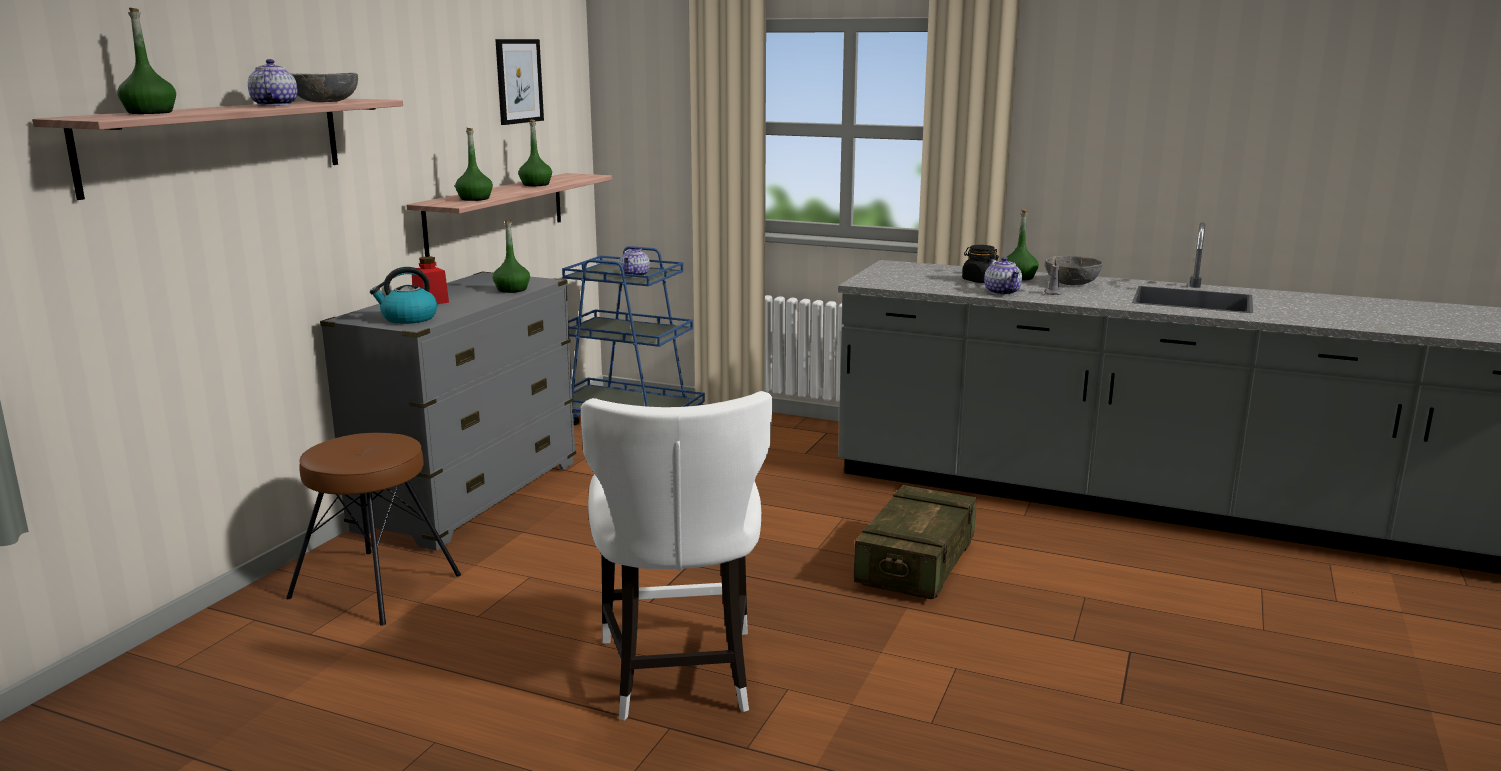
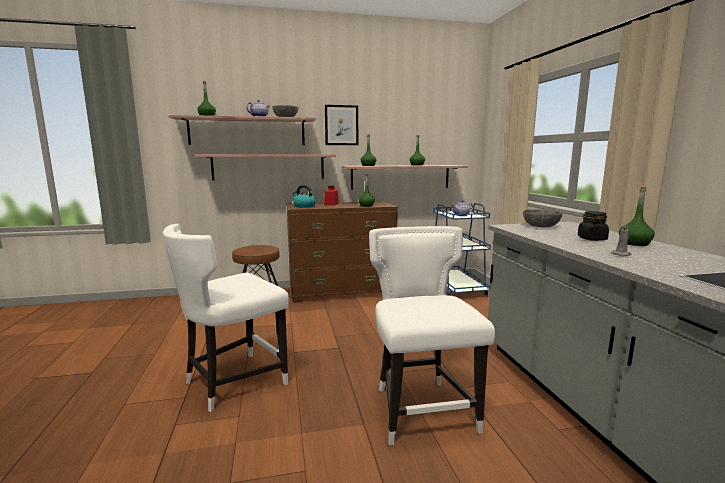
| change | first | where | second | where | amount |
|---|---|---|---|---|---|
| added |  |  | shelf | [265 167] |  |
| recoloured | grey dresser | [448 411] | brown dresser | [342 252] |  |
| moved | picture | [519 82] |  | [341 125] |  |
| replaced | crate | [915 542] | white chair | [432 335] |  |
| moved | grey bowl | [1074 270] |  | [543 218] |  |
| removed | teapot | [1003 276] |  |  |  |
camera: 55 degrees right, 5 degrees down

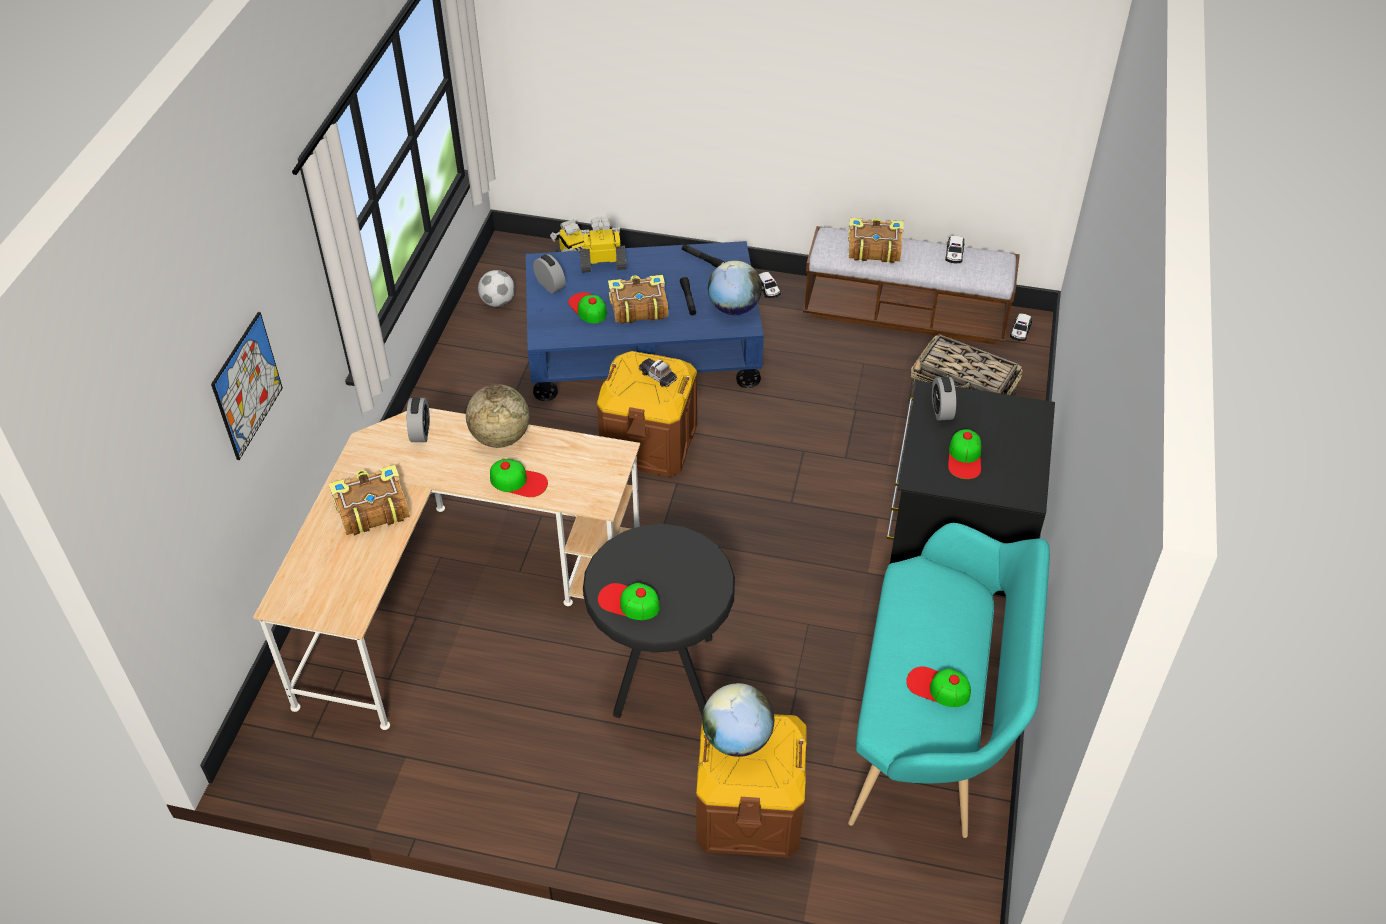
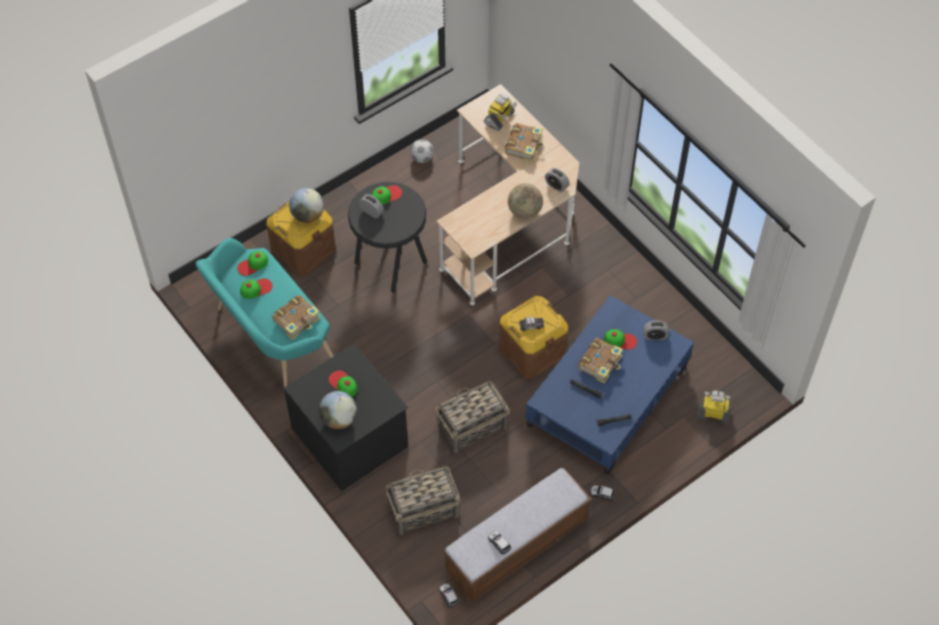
| change | first | where | second | where | amount |
|---|---|---|---|---|---|
| moved | cap | [519 478] |  | [252 263] |  |
| moved | book | [876 240] |  | [296 317] |  |
| moved | globe | [735 288] |  | [338 410] |  |
| moved | alarm clock | [944 399] |  | [371 206] |  |
| moved | football | [496 288] |  | [422 151] |  |
| added |  |  | basket | [472 416] |  |
| moved | toy robot | [603 244] |  | [500 112] |  |
| removed | picture | [247 386] |  |  |  |
camera: 130 degrees right, 10 degrees up

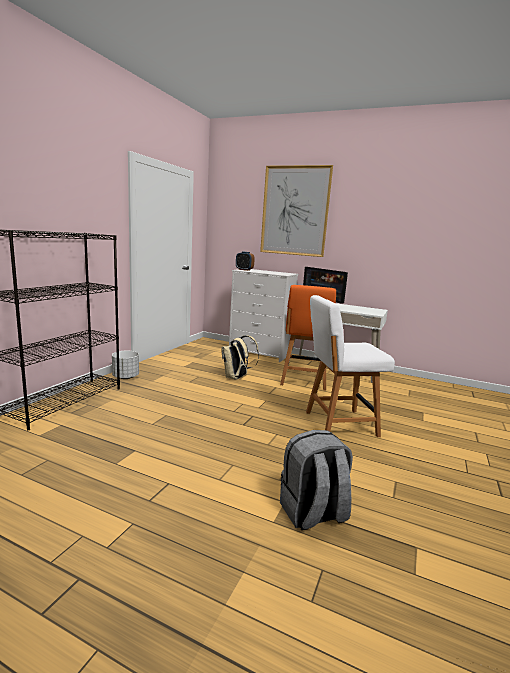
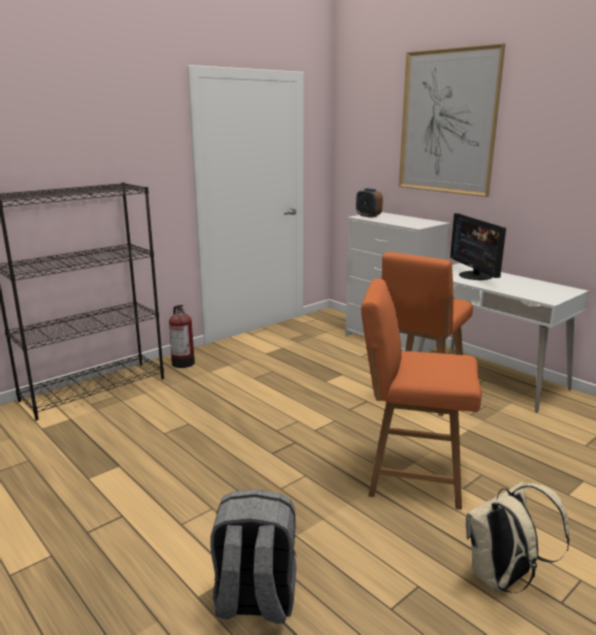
| change | first | where | second | where | amount |
|---|---|---|---|---|---|
| replaced | white planter | [125 365] | fire extinguisher | [182 336] |  |
| recoloured | white chair | [350 366] | orange chair | [421 394] |  |
| moved | beige backpack | [240 357] |  | [518 537] |  |
camera: 25 degrees right, 5 degrees up

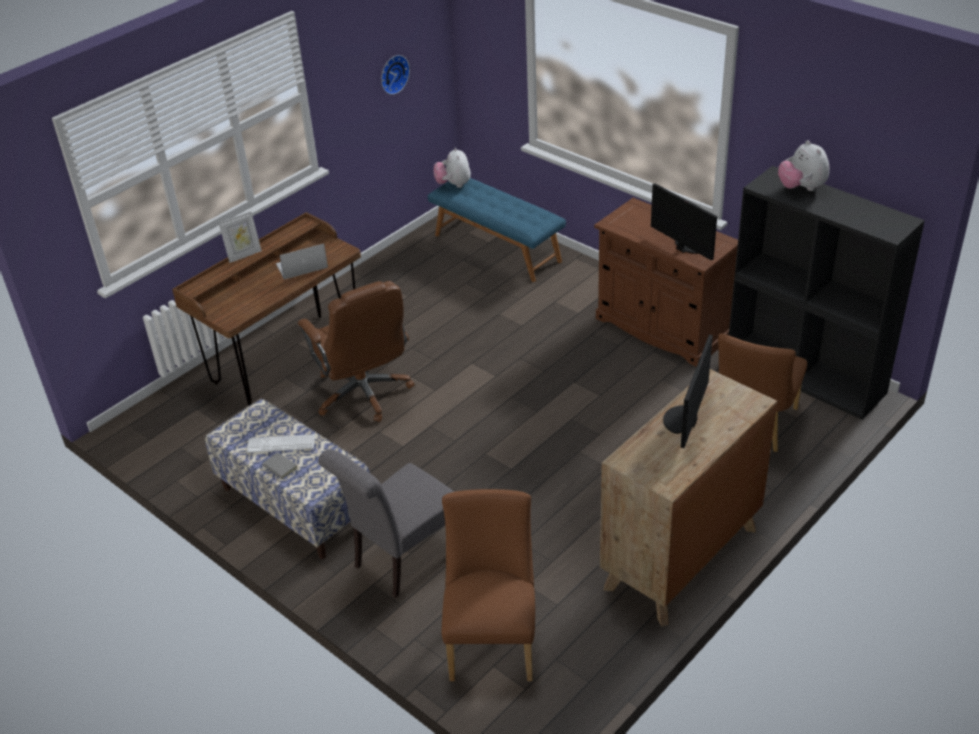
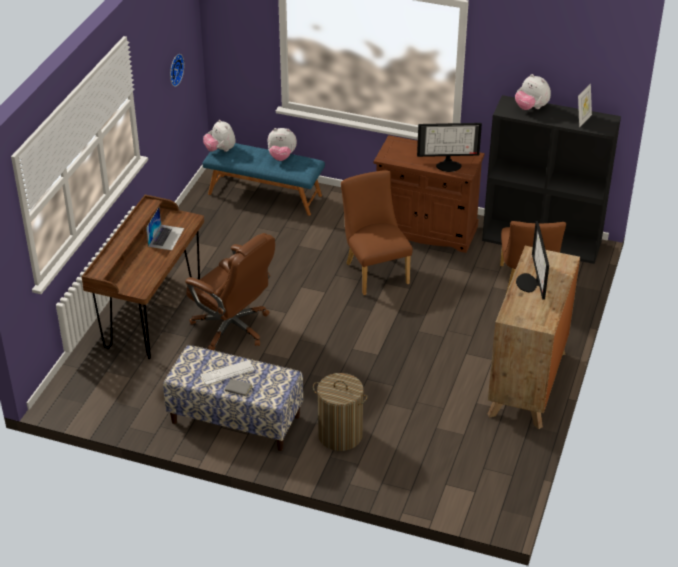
| change | first | where | second | where | amount |
|---|---|---|---|---|---|
| turned | laptop | [302 261] |  | [165 228] | 150 degrees clockwise |
| added |  |  | plush toy | [282 144] |  |
| replaced | grey chair | [386 523] | laundry basket | [340 412] |  |
| moved | brown chair | [488 585] |  | [377 233] |  |
| turned | monitor | [684 221] |  | [449 147] | 150 degrees clockwise |
| moved | picture frame | [240 237] |  | [585 105] |  |
camera: 25 degrees left, 0 degrees up

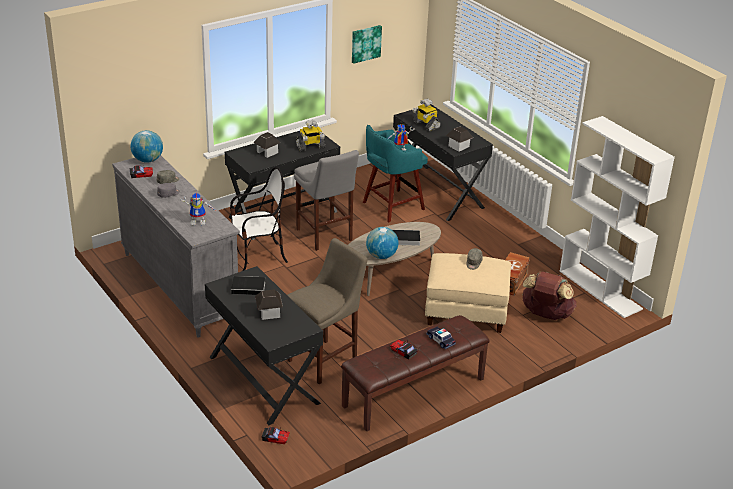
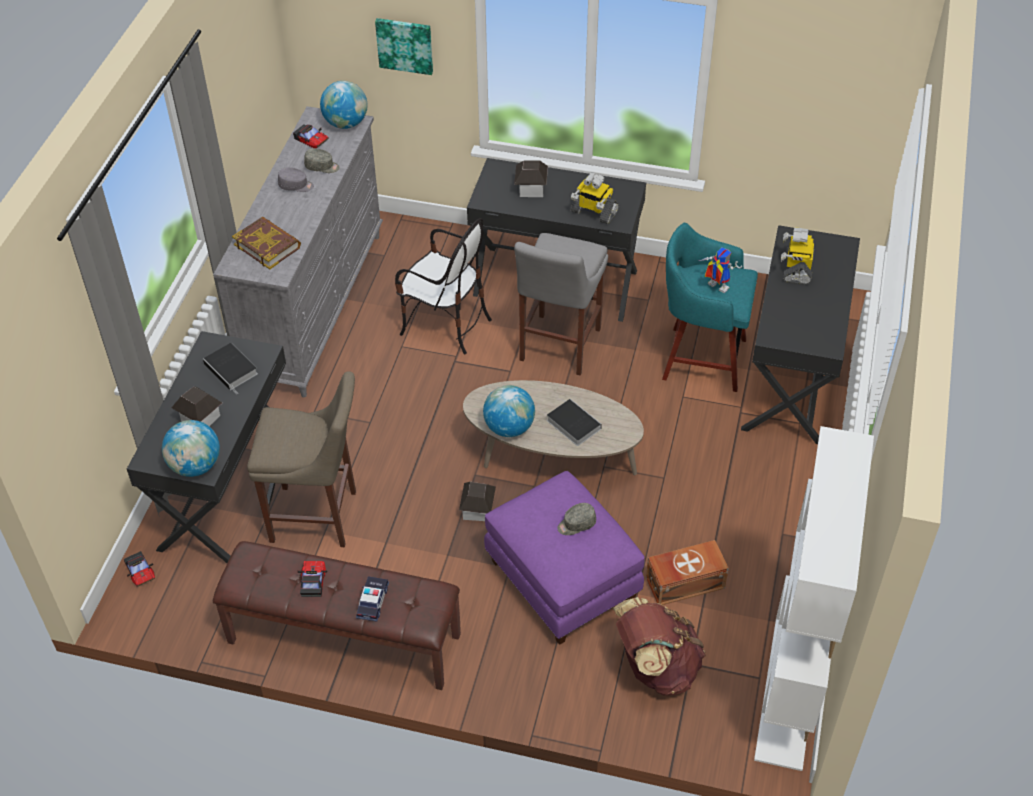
| change | first | where | second | where | amount |
|---|---|---|---|---|---|
| added |  |  | globe | [191 448] |  |
| replaced | toy robot | [197 209] | book | [266 242] |  |
| moved | picture | [367 44] |  | [404 46] |  |
| moved | toy house | [459 139] |  | [477 501] |  |
| recoloured | beige ottoman | [468 293] | purple ottoman | [564 558] |  |
camera: 50 degrees right, 15 degrees up

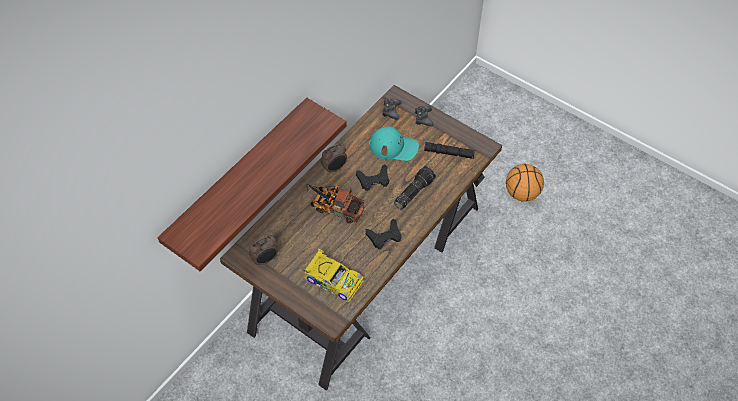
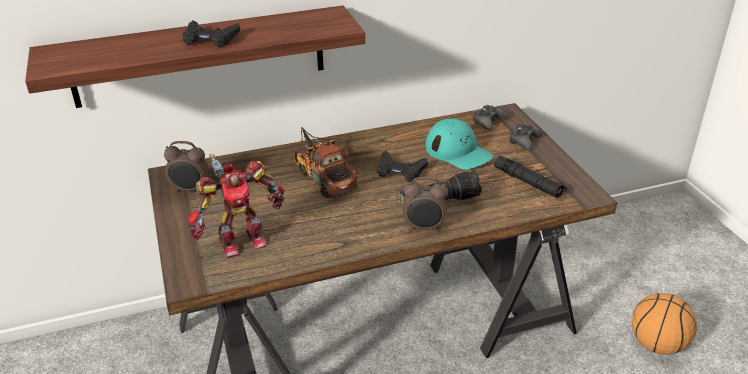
| change | first | where | second | where | amount |
|---|---|---|---|---|---|
| moved | black game controller | [383 234] |  | [211 34] |  |
| replaced | toy car | [333 275] | toy robot | [235 206] |  |
| moved | alarm clock | [333 159] |  | [425 204] |  |
camera: 35 degrees right, 20 degrees down

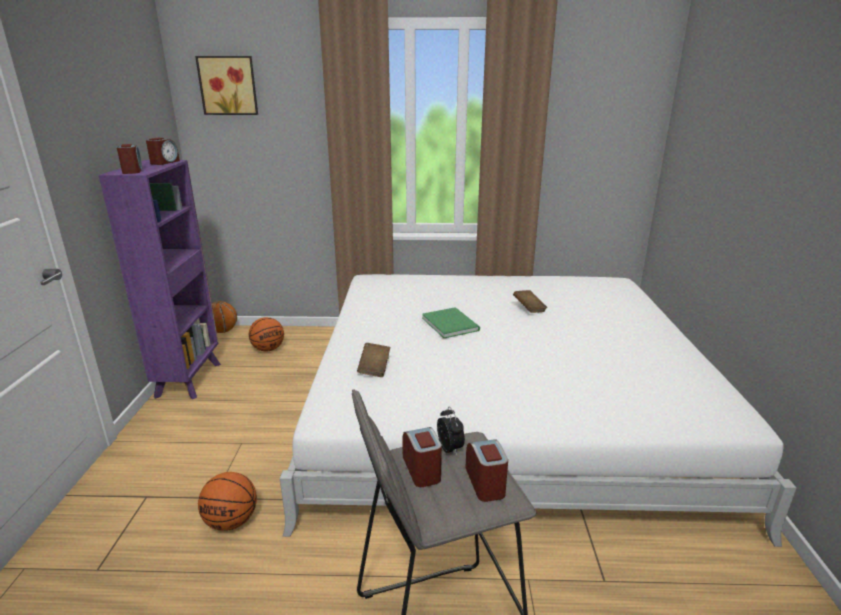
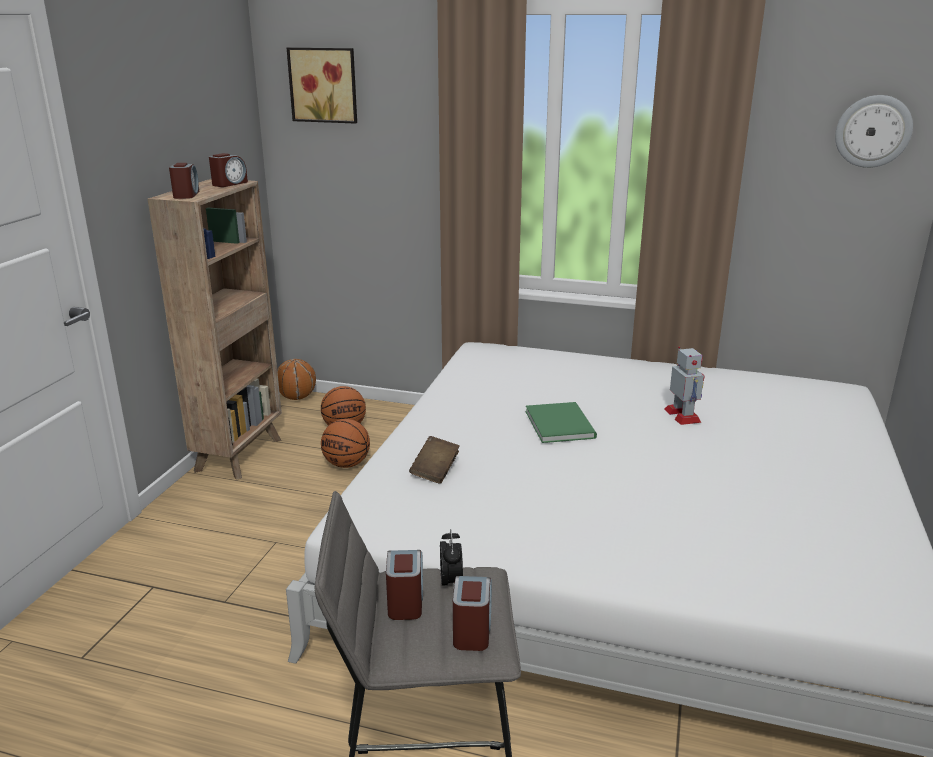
| change | first | where | second | where | amount |
|---|---|---|---|---|---|
| recoloured | purple bookcase | [160 279] | brown bookcase | [215 329] |  |
| moved | basketball | [227 501] |  | [345 443] |  |
| replaced | brown book | [530 301] | toy robot | [685 385] |  |
| added |  |  | wall clock | [874 131] |  |
camera: 15 degrees right, 0 degrees up

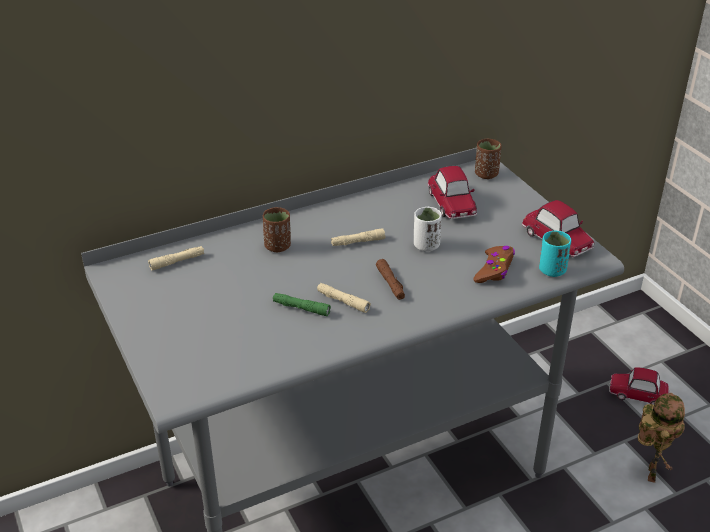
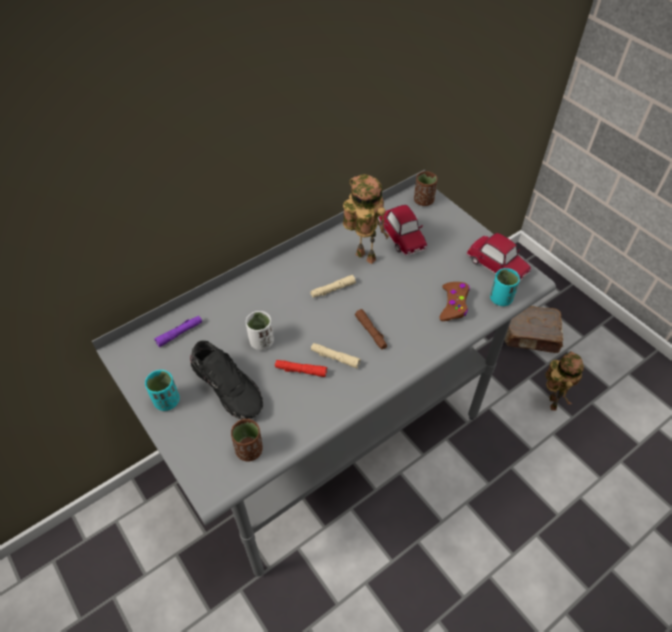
| change | first | where | second | where | amount |
|---|---|---|---|---|---|
| added |  |  | turquoise cup | [162 390] |  |
| recoloured | beige flashlight | [176 258] | purple flashlight | [178 331] |  |
| added |  |  | black shoe | [226 380] |  |
| moved | brown cup | [277 229] |  | [247 440] |  |
| moved | white cup | [428 229] |  | [260 330] |  |
| recoloured | green flashlight | [302 304] | red flashlight | [301 368] |  |
| added |  |  | toy robot | [366 219] |  |
| replaced | toy car | [639 386] | brown book | [533 329] |  |
camera: 10 degrees left, 15 degrees up

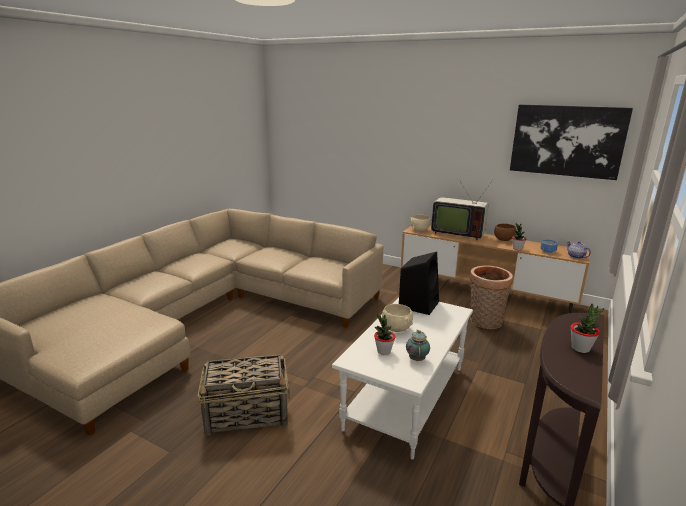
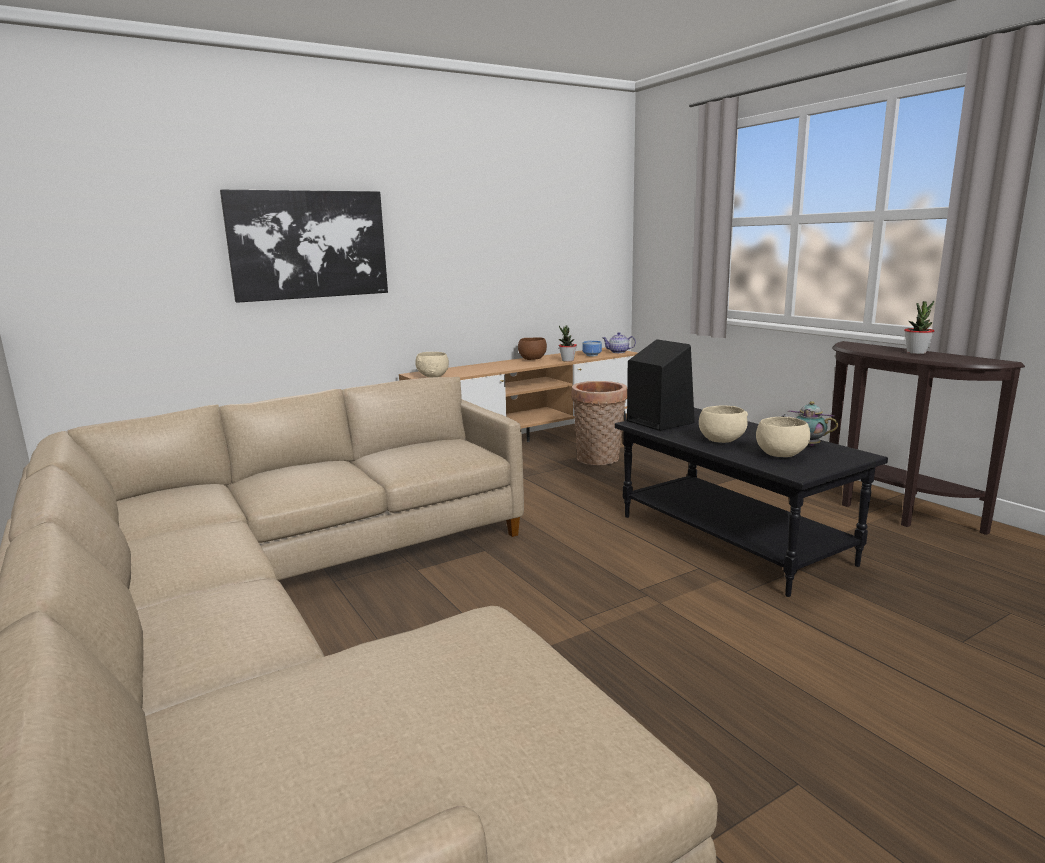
| change | first | where | second | where | amount |
|---|---|---|---|---|---|
| moved | picture | [571 142] |  | [304 246] |  |
| recoloured | white coffee table | [402 379] | black coffee table | [751 502] |  |
| replaced | potted plant | [384 334] | beige bowl | [783 437] |  |
| removed | basket | [244 395] |  |  |  |
| removed | television | [462 209] |  |  |  |
camera: 60 degrees left, 5 degrees down

